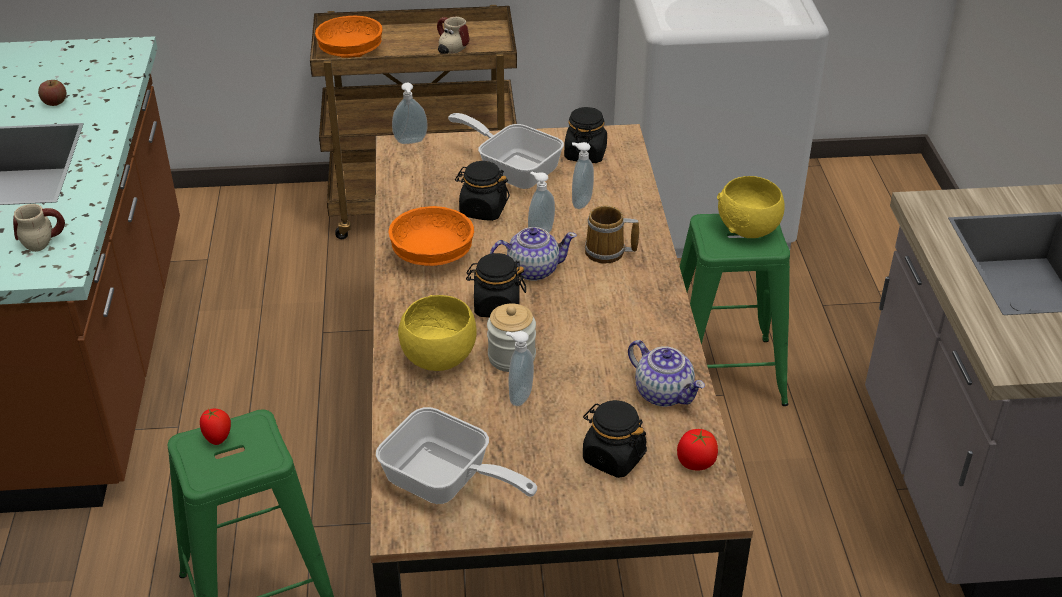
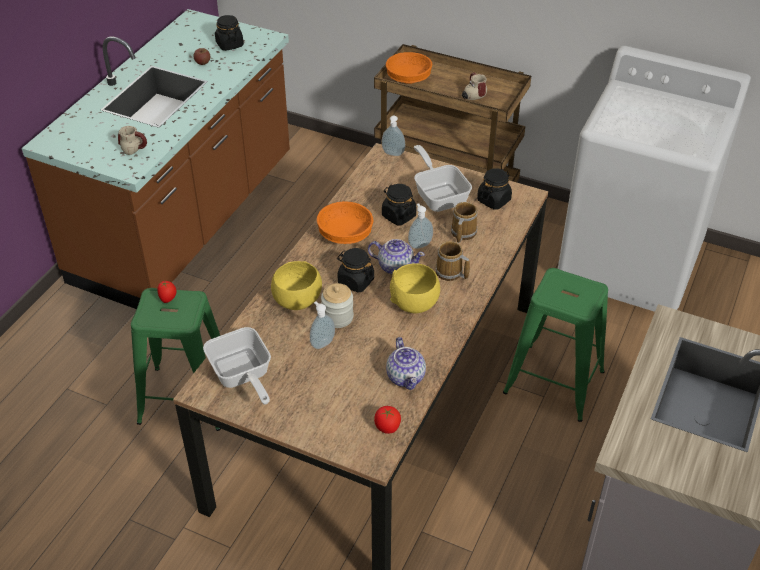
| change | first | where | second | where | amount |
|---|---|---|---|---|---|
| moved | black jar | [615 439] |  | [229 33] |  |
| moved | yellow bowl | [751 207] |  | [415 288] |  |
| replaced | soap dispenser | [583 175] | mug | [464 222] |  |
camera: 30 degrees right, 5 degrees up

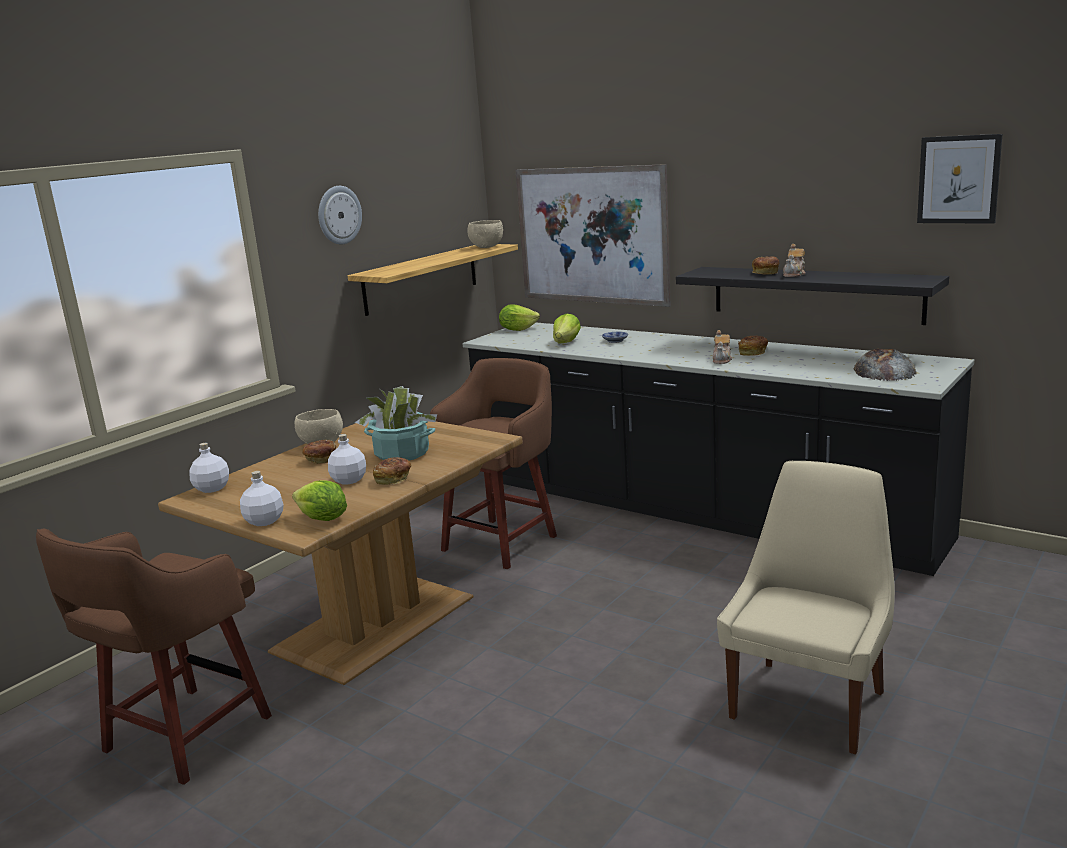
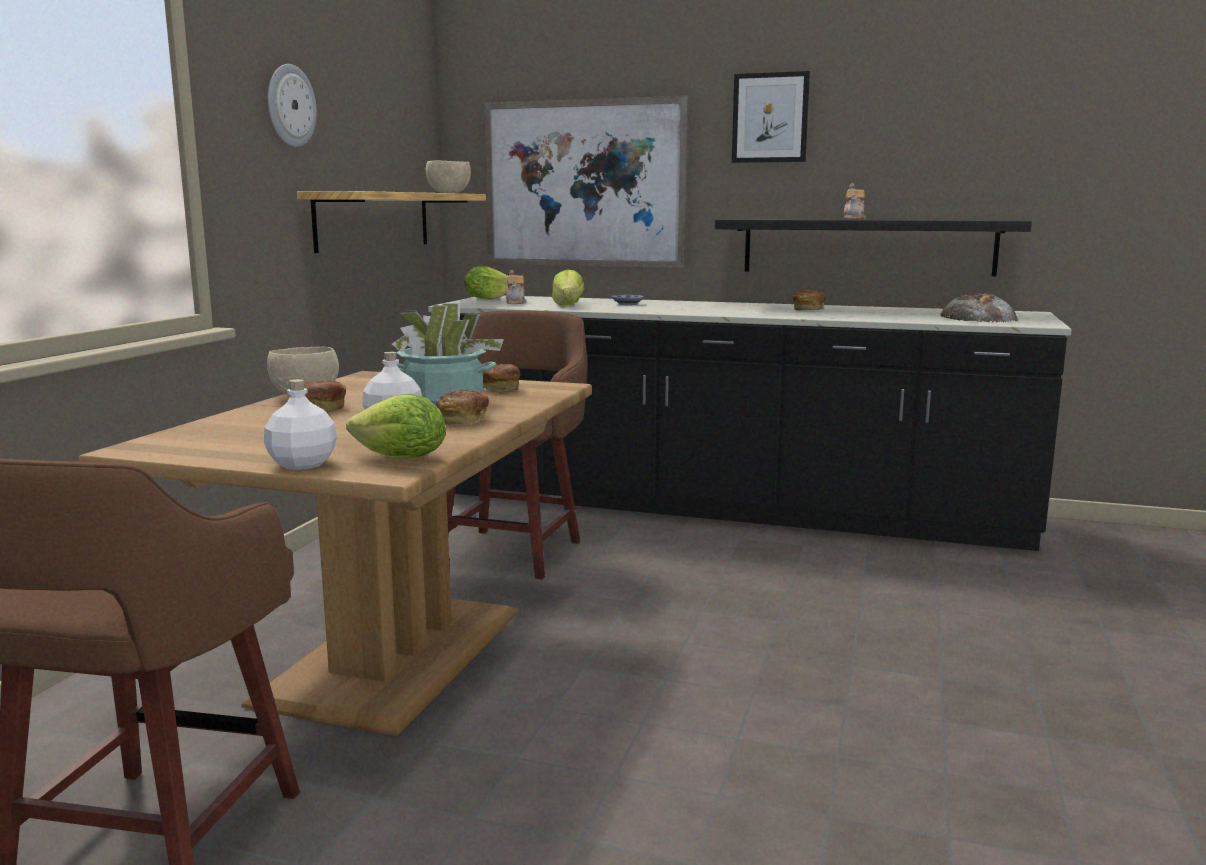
| change | first | where | second | where | amount |
|---|---|---|---|---|---|
| moved | bread | [765 265] |  | [501 378] |  |
| moved | teapot | [722 347] |  | [516 287] |  |
| moved | picture | [959 179] |  | [771 117] |  |
| removed | white bottle | [209 468] |  |  |  |
| removed | beige chair | [806 607] |  |  |  |
camera: 20 degrees left, 5 degrees down

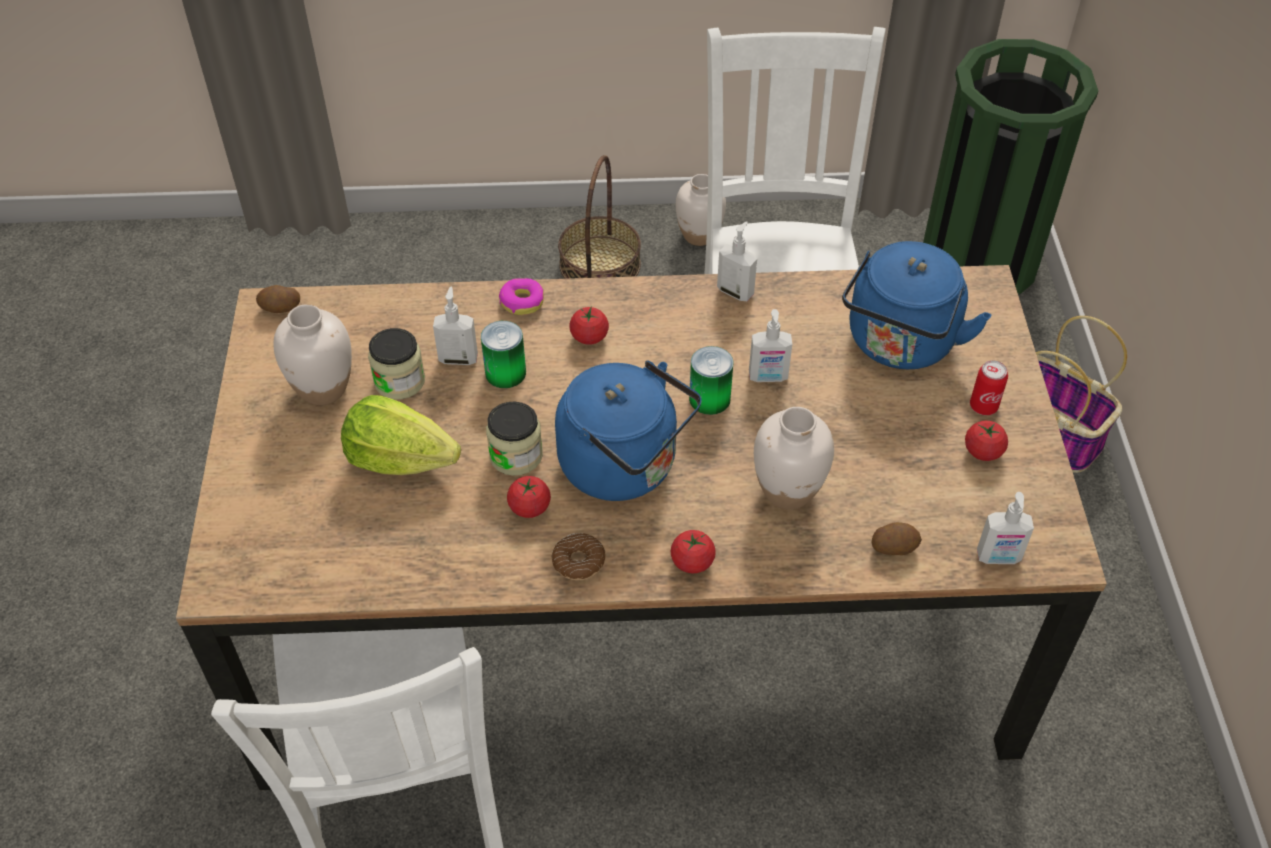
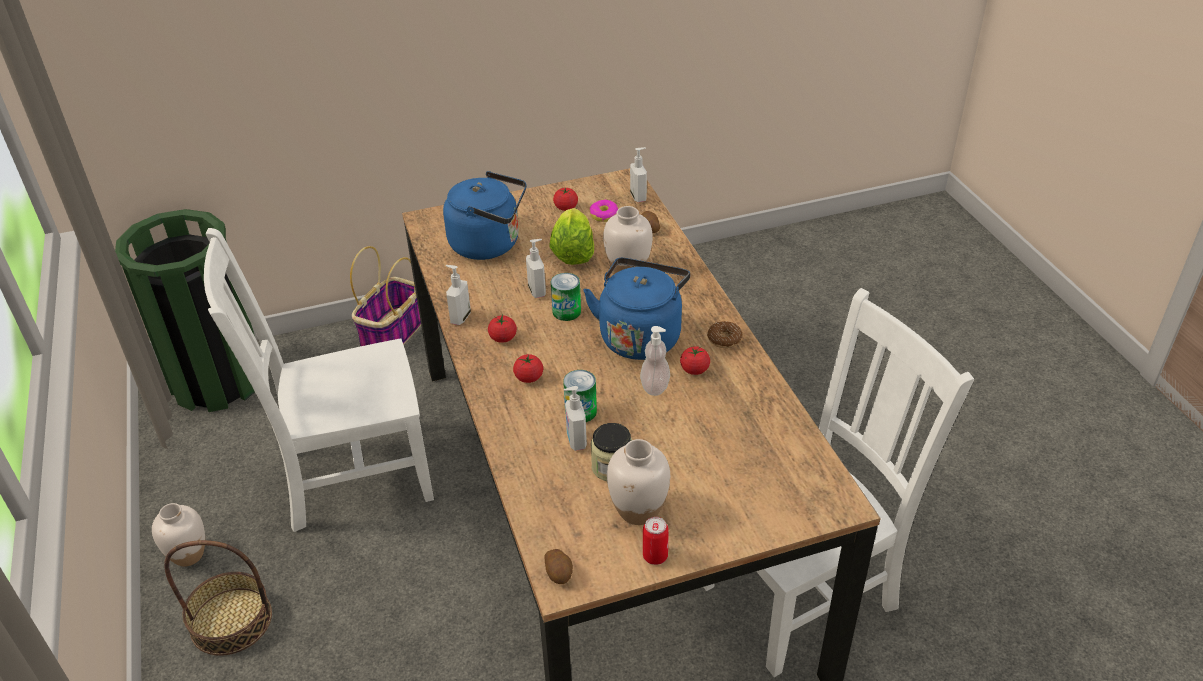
| change | first | where | second | where | amount |
|---|---|---|---|---|---|
| moved | tomato | [693 551] |  | [502 329] |  |
| moved | lettuce | [401 435] |  | [572 236] |  |
| moved | donut | [521 296] |  | [603 211] |  |
| replaced | jar | [514 439] | soap dispenser | [655 361] |  |
| moved | can | [989 387] |  | [656 541] |  |
camera: 105 degrees left, 10 degrees down

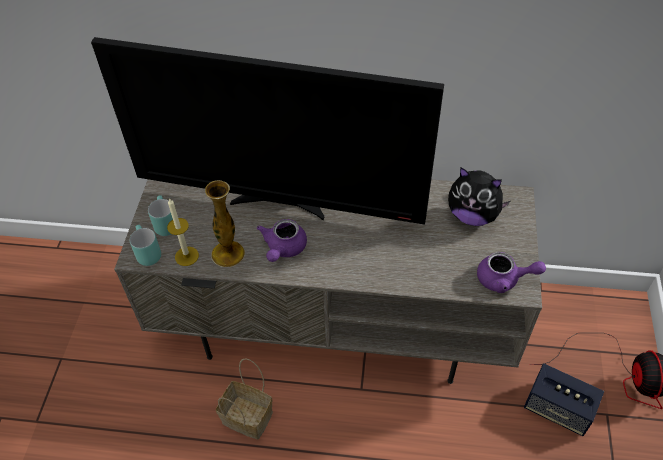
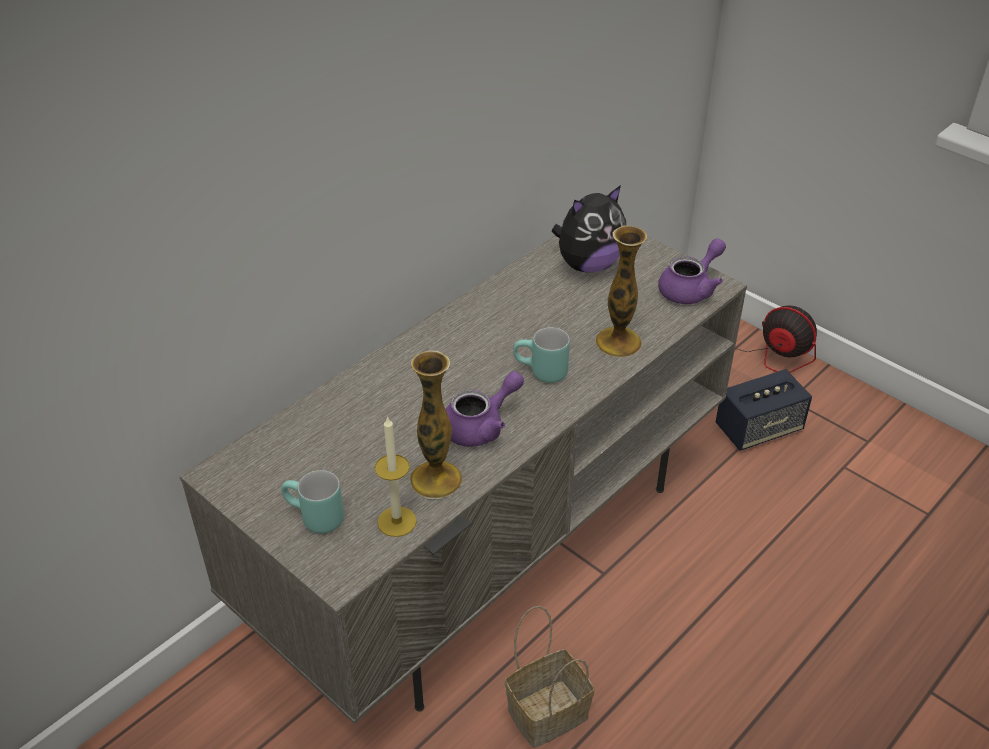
| change | first | where | second | where | amount |
|---|---|---|---|---|---|
| turned | purple teapot | [282 240] |  | [485 409] | 90 degrees counterclockwise |
| moved | turquoise mug | [145 245] |  | [541 355] |  |
| added |  |  | vase | [621 291] |  |
| removed | television | [267 131] |  |  |  |
camera: 55 degrees left, 10 degrees down

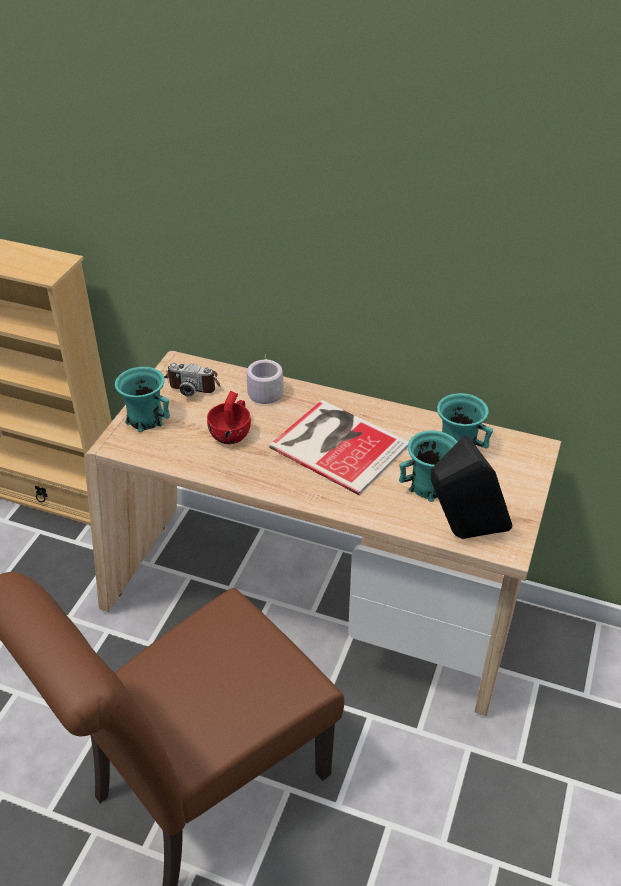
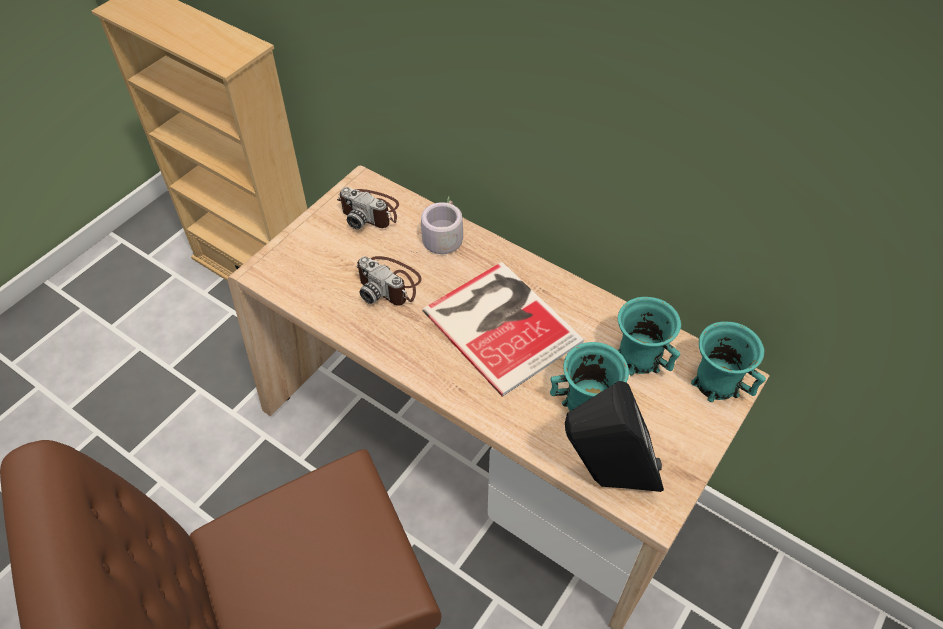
| change | first | where | second | where | amount |
|---|---|---|---|---|---|
| replaced | red cup | [229 417] | photo camera | [389 281] |  |
| moved | turquoise mug | [142 399] |  | [728 362] |  |
camera: 15 degrees right, 10 degrees up

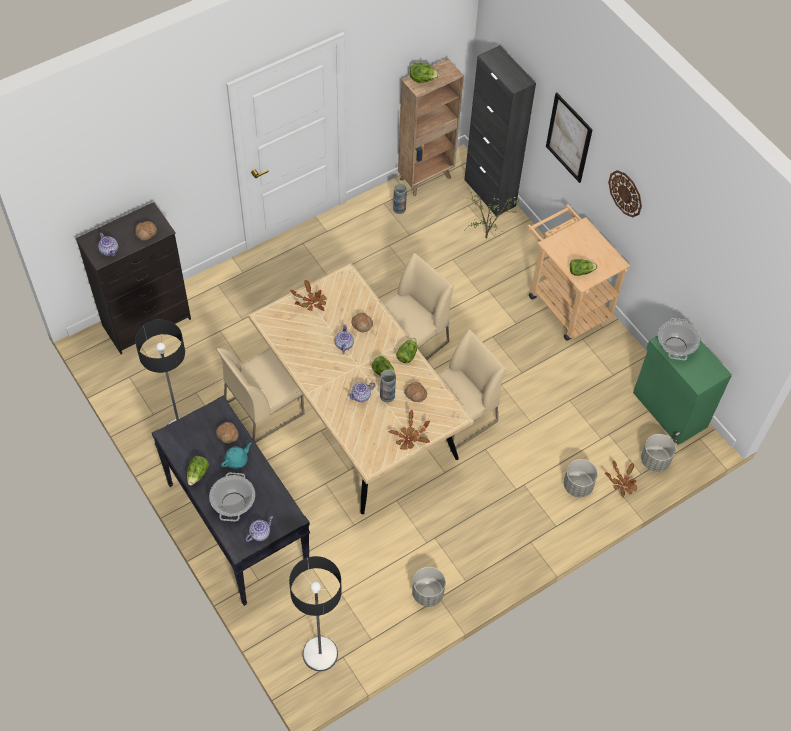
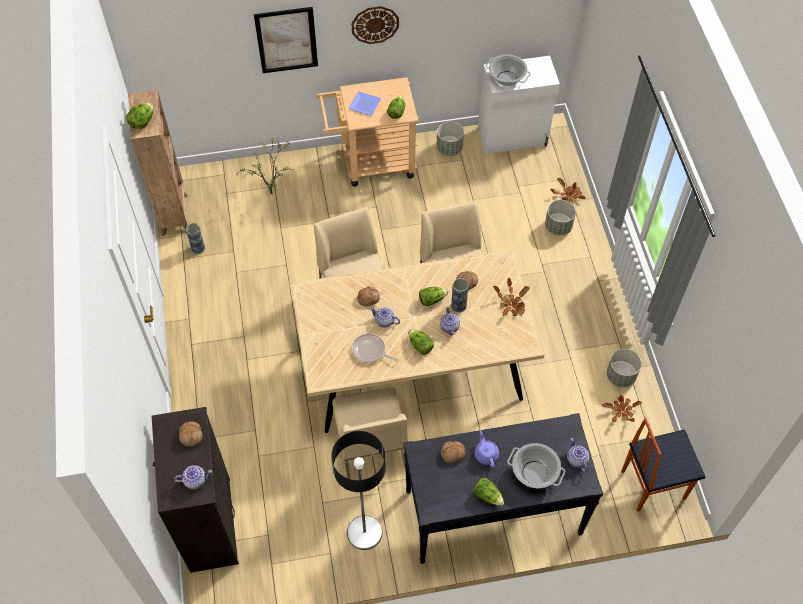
| change | first | where | second | where | amount |
|---|---|---|---|---|---|
| added |  |  | plate | [365 103] |  |
| added |  |  | frying pan | [375 348] |  |
| moved | lettuce | [406 350] |  | [421 342] |  |
| moved | grey planter | [658 453] |  | [450 139] |  |
| recoloured | turquoise teapot | [236 456] | purple teapot | [486 449] |  |
| recoloured | green cabinet | [682 390] | white cabinet | [519 105] |  |
| moved | potted plant | [308 295] |  | [622 408] |  |
| replaced | floor lamp | [315 613] | chair | [663 465] |  |
| removed | black cabinet | [500 130] |  |  |  |
camera: 65 degrees left, 0 degrees up

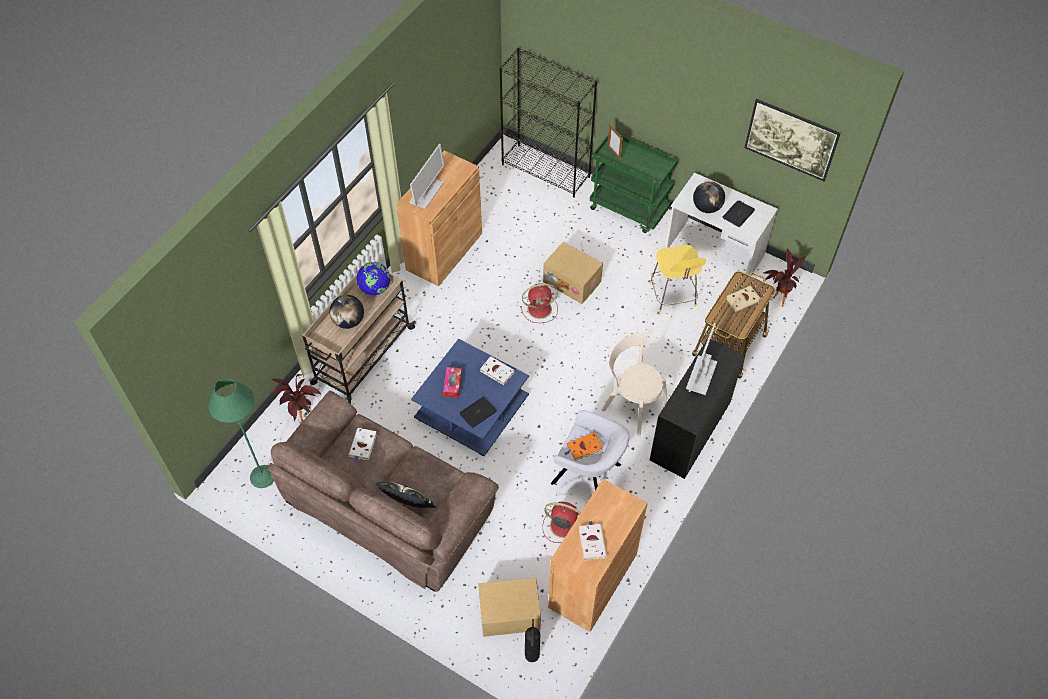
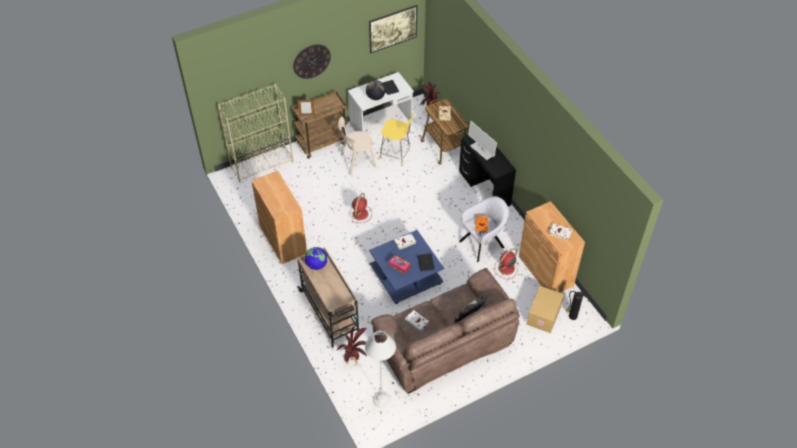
| change | first | where | second | where | amount |
|---|---|---|---|---|---|
| recoloured | black bookcase | [548 122] | beige bookcase | [255 133] |  |
| recoloured | green cart | [634 184] | brown cart | [320 125] |  |
| added |  |  | wall clock | [312 61] |  |
| moved | beige chair | [634 384] |  | [357 146] |  |
| recoloured | green floor lamp | [241 433] | grey floor lamp | [380 369] |  |
| removed | globe | [347 312] |  |  |  |
| removed | monitor | [426 176] |  |  |  |
| removed | cardboard box | [573 273] |  |  |  |
camera: 60 degrees left, 5 degrees down

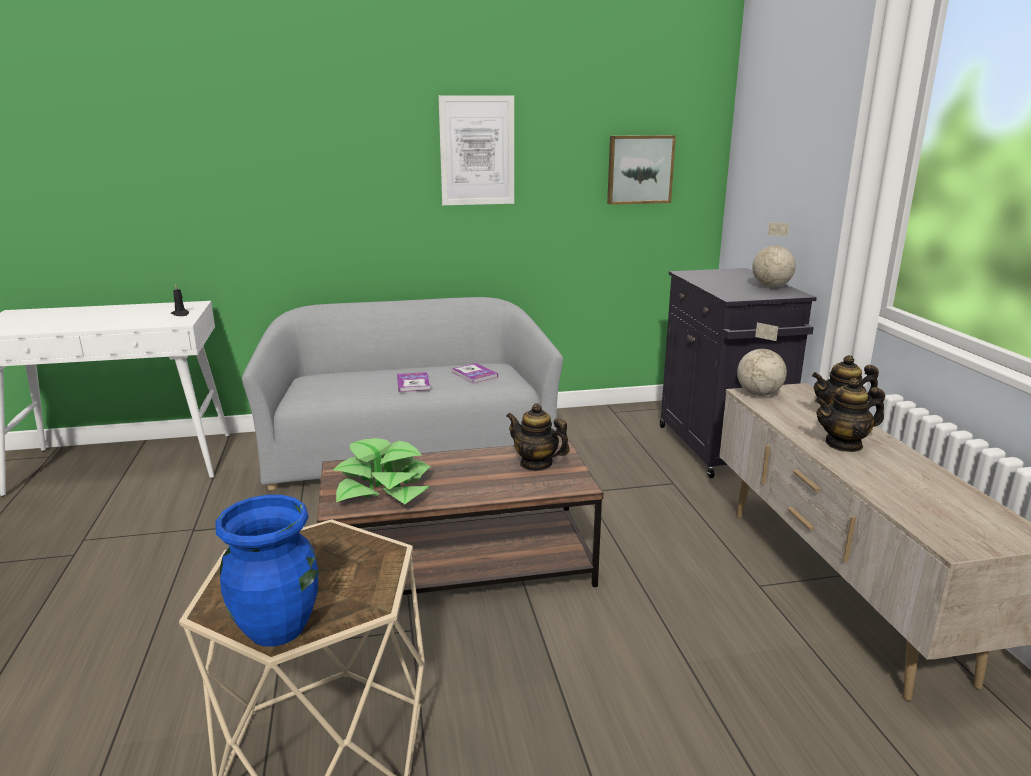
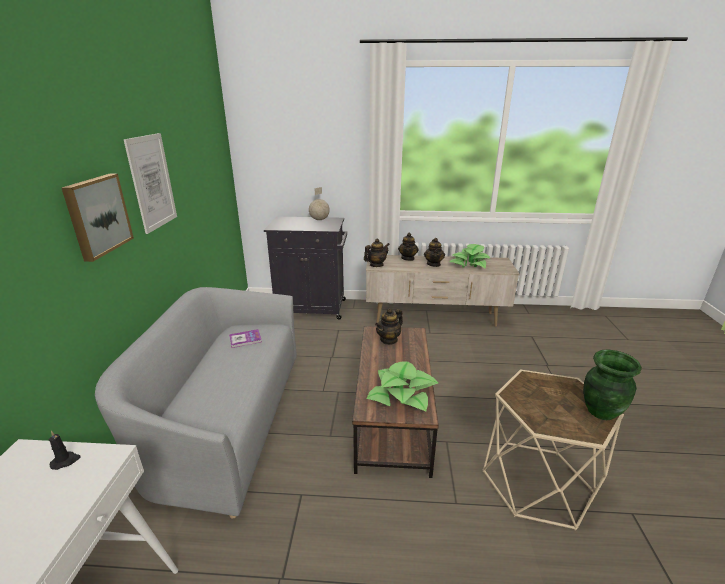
| change | first | where | second | where | amount |
|---|---|---|---|---|---|
| moved | picture | [641 170] |  | [98 218] |  |
| replaced | globe | [762 359] | teapot | [377 252] |  |
| added |  |  | potted plant | [469 256] |  |
| recoloured | blue vase | [266 571] | green vase | [612 384] |  |
| removed | book | [413 382] |  |  |  |
camera: 75 degrees left, 5 degrees up

